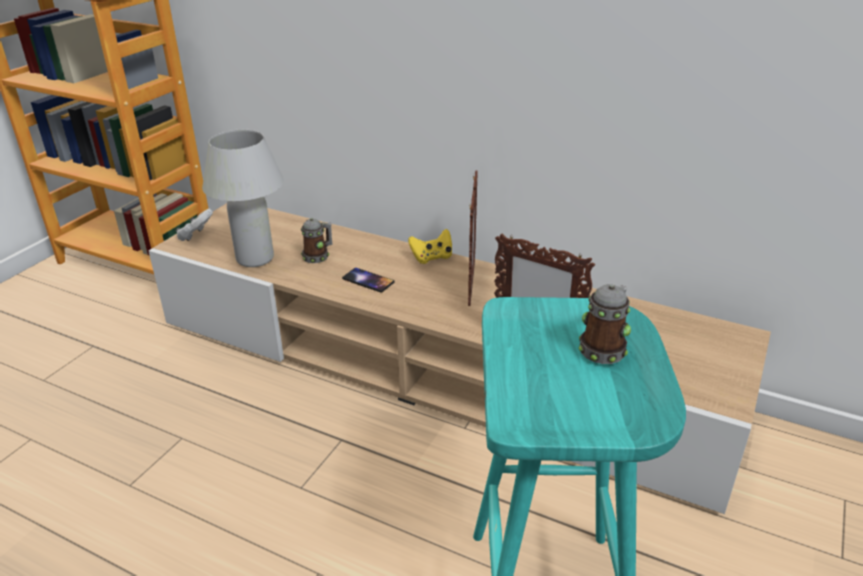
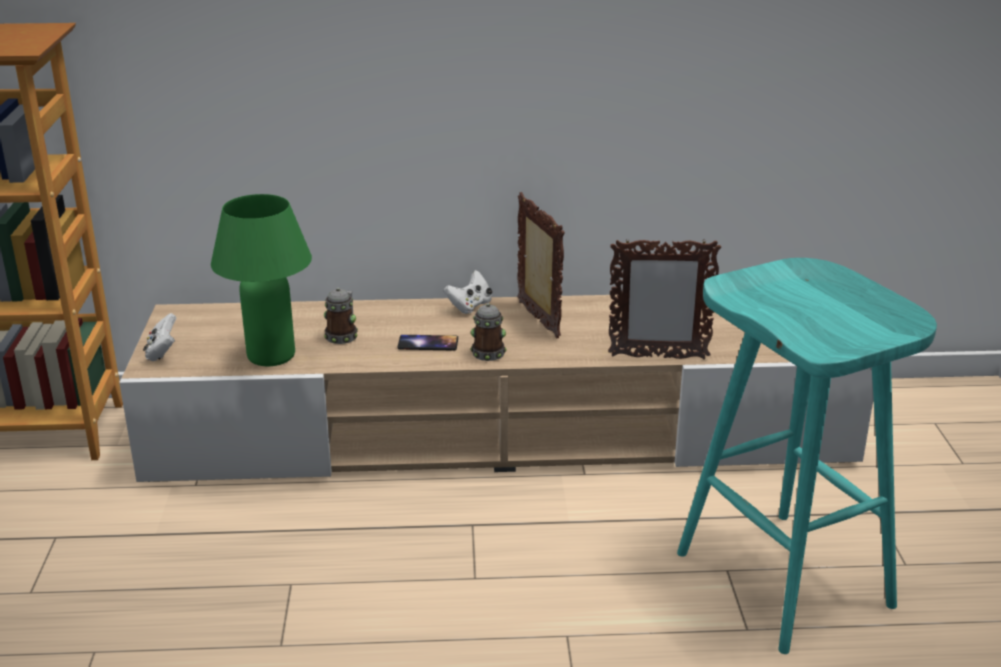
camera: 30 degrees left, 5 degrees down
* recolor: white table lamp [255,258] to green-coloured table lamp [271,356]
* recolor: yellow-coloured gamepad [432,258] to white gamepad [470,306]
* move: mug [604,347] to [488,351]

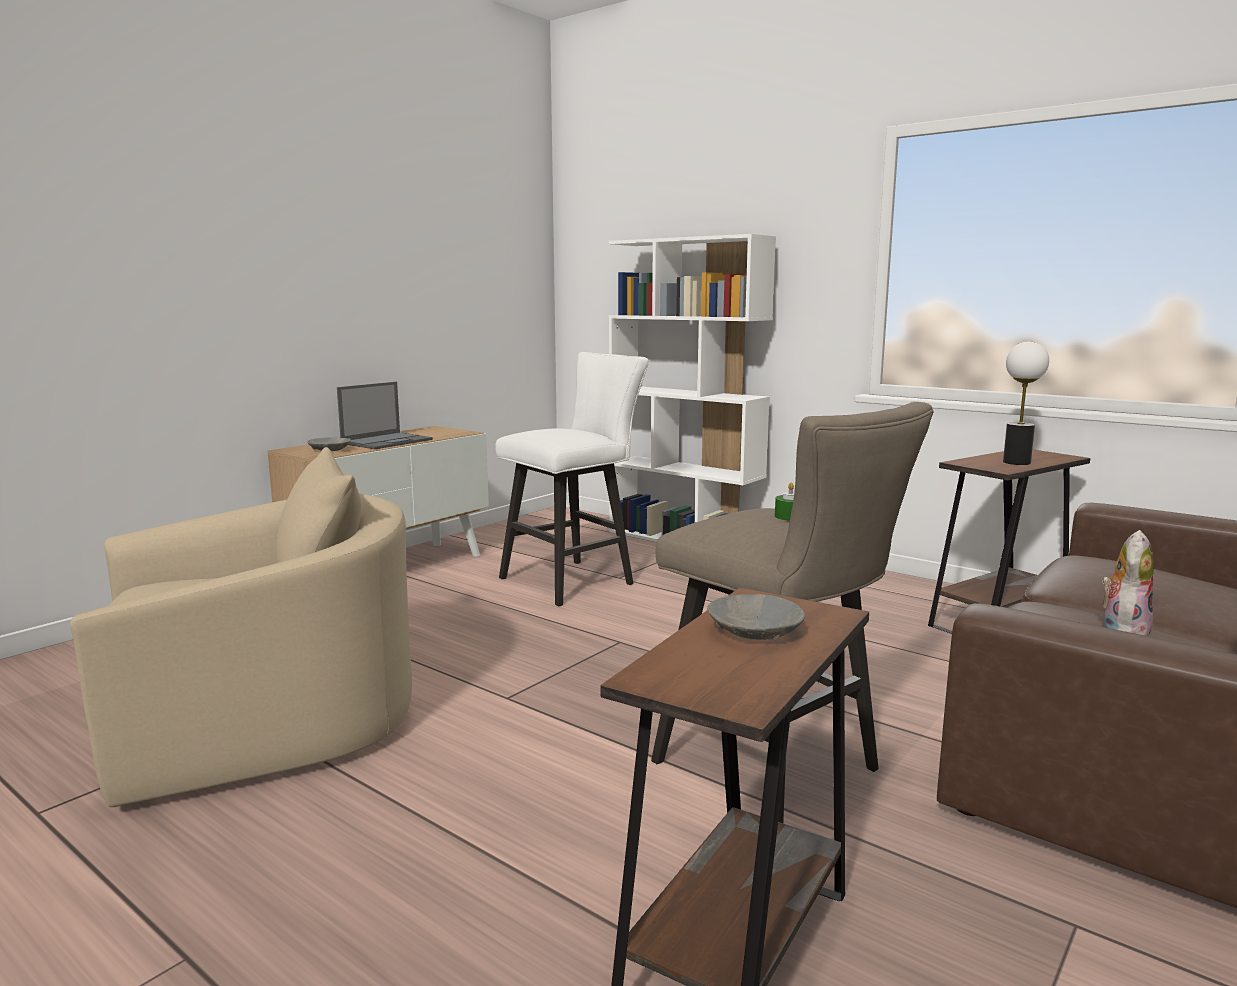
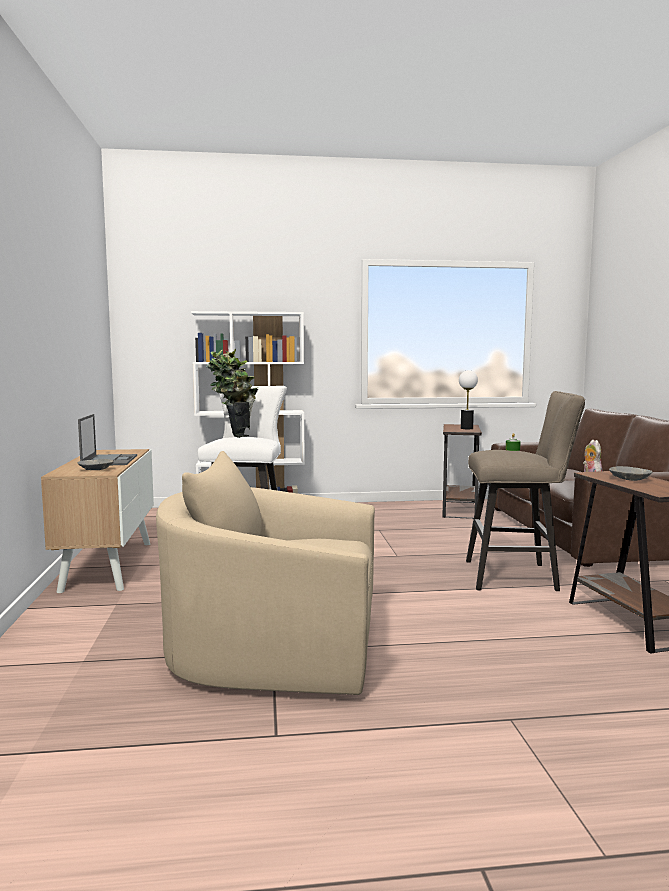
camera: 45 degrees left, 5 degrees down
* rotate: beige-coloured armchair [264,722] = [274,649] 105 degrees counterclockwise
* insert: plant in a pot [233,435]

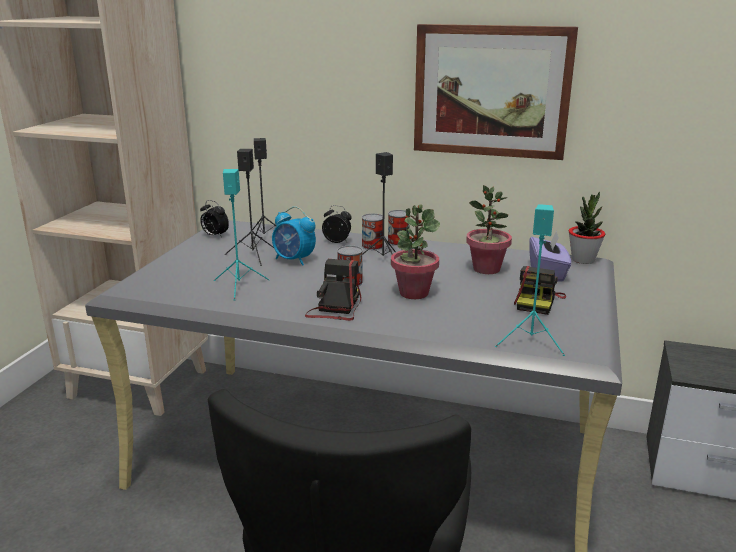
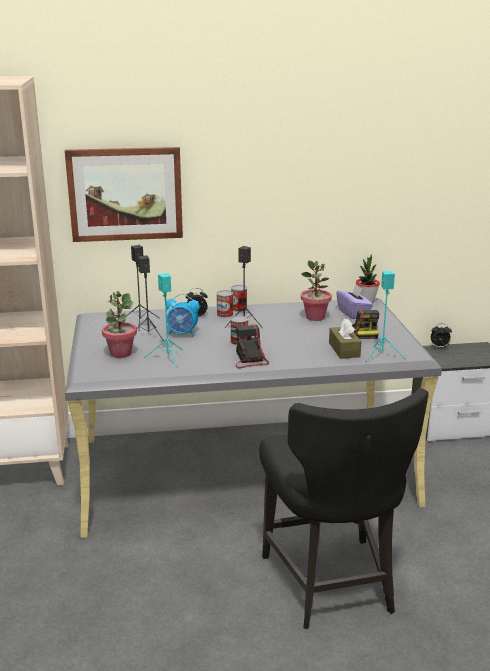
camera: 25 degrees left, 0 degrees up
* move: bedside clock [215,236] to [439,347]
* move: plant in a pot [413,293] to [120,353]
* move: wall picture [491,91] to [125,194]
* insert: brown-coloured tissue box [344,350]

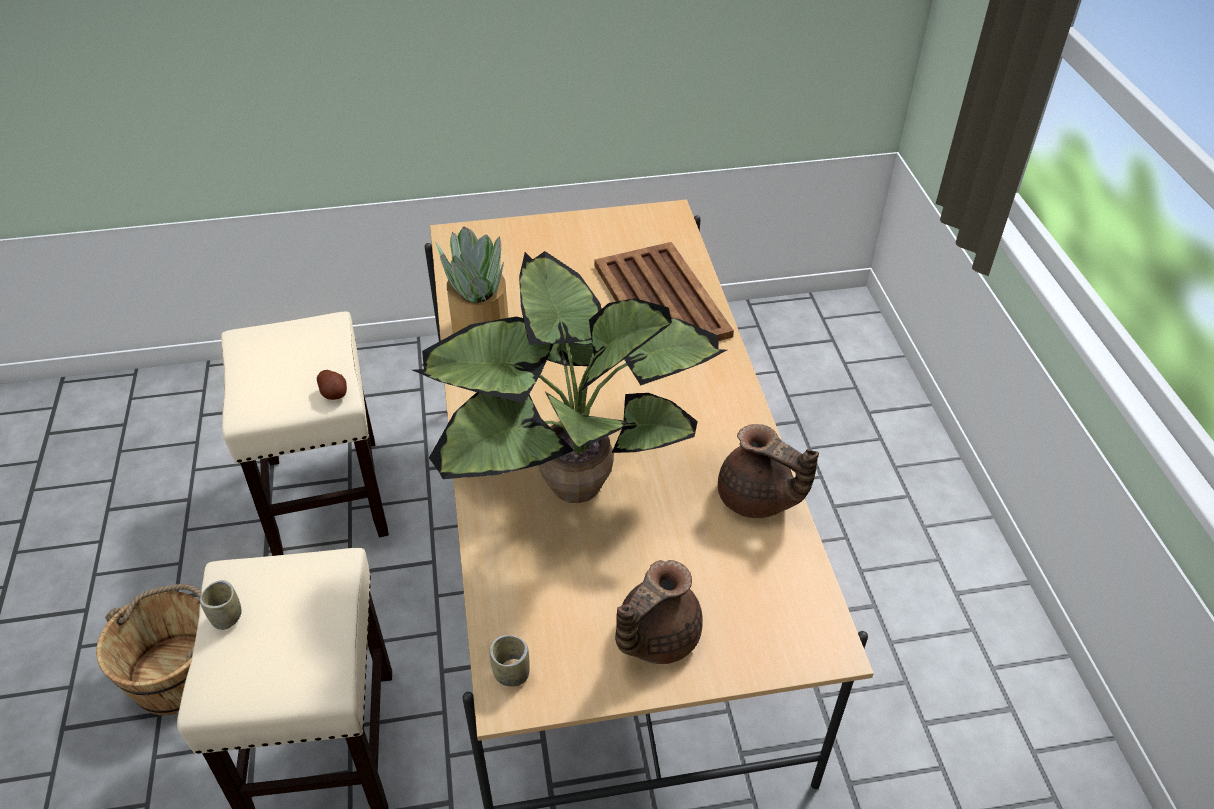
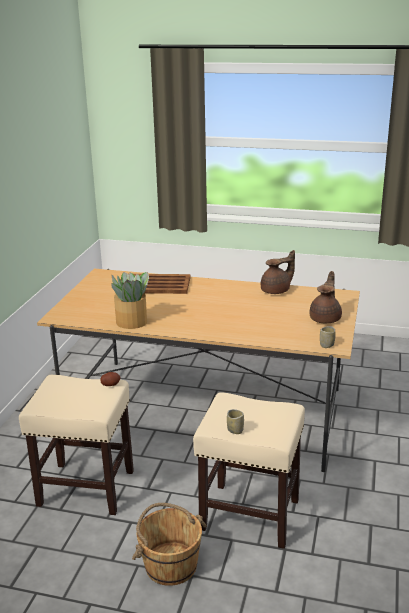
camera: 65 degrees left, 20 degrees down
* delete: plant in a pot [570,477]
* rotate: brown-coloured teapot [655,637] = [326,318] 135 degrees counterclockwise

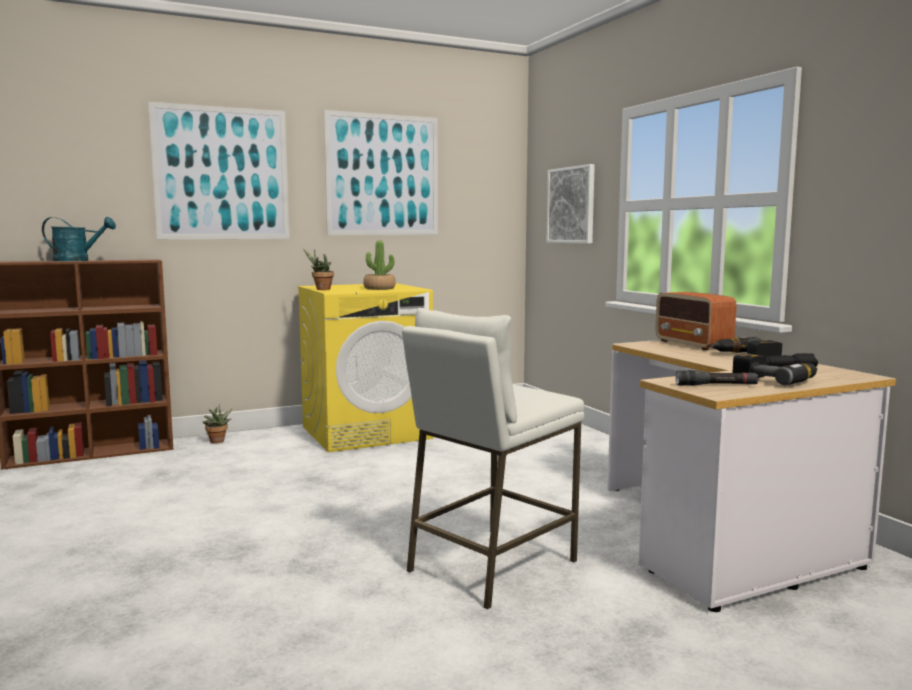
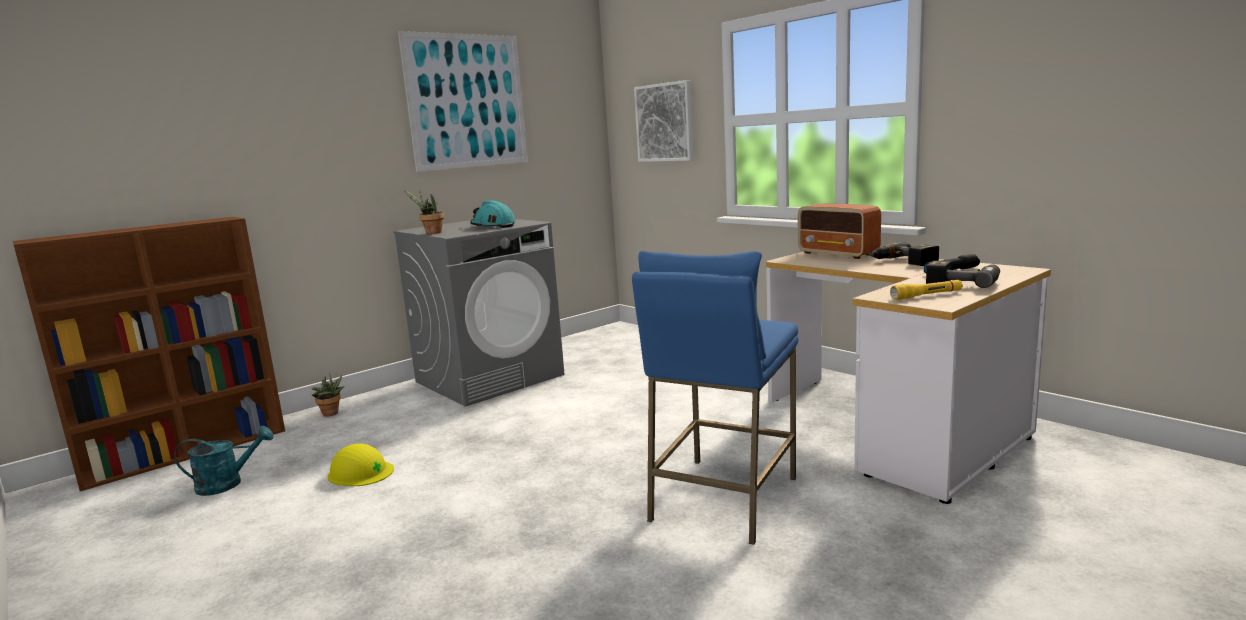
camera: 15 degrees left, 5 degrees up
* move: turquoise sprinkling can [78,260] to [228,484]
* delete: wall picture [222,173]
* recolor: yellow-coloured washing machine [367,432] to grey washing machine [490,378]
* replace: plant in a pot [379,288] to turquoise hard hat [493,226]
* recolor: white stool [491,566] to blue-coloured stool [723,499]
* recolor: black-coloured flashlight [716,385] to yellow-coloured flashlight [926,295]
* insert: yellow-coloured hard hat [360,472]

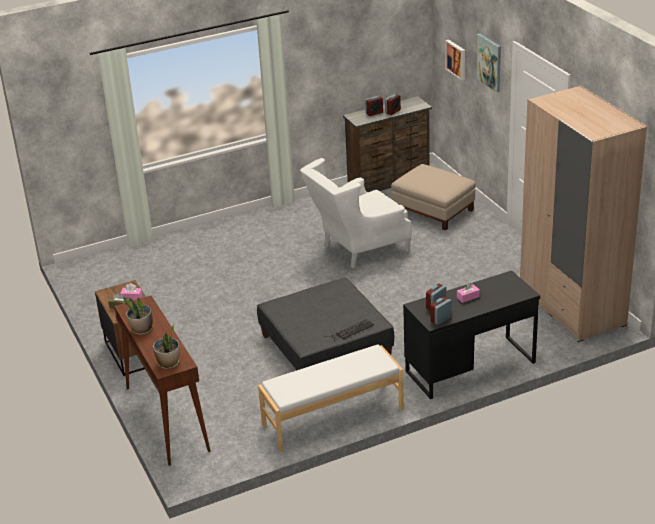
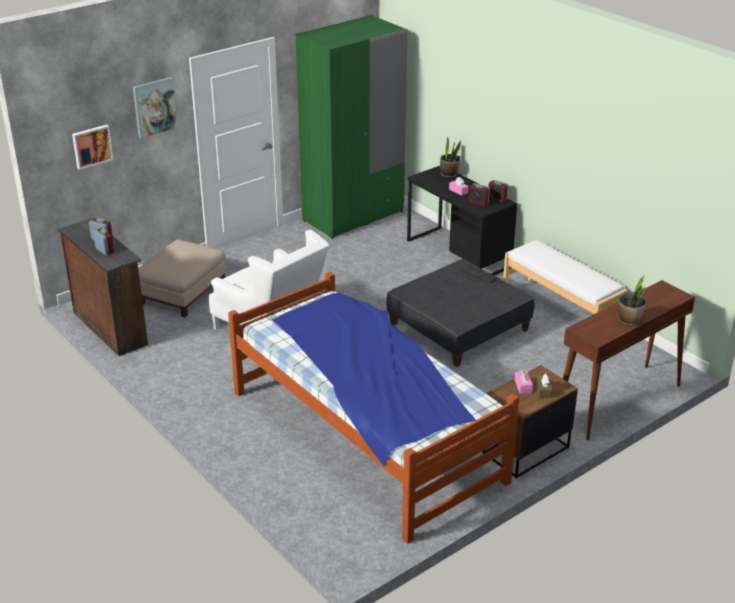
camera: 105 degrees left, 0 degrees up
* move: plant in a pot [168,364] to [449,174]
* recolor: beige-coloured clothes cupboard [572,308] to green-coloured clothes cupboard [353,216]
* insert: sleeping bed [366,434]

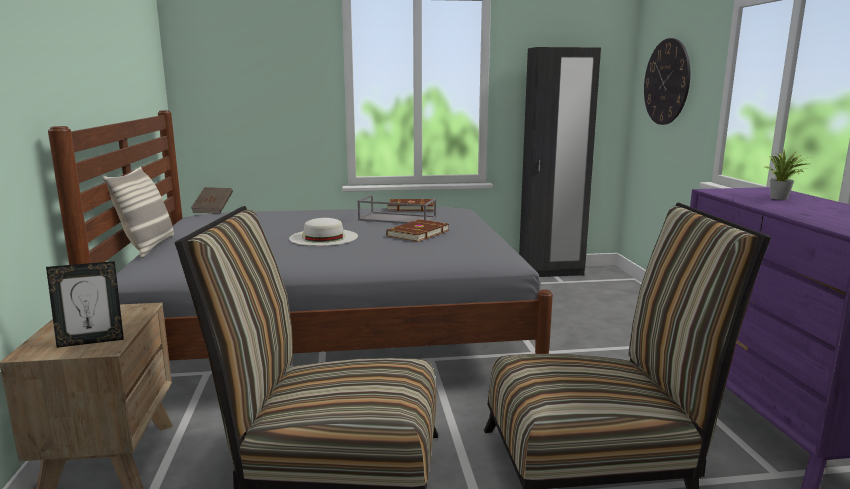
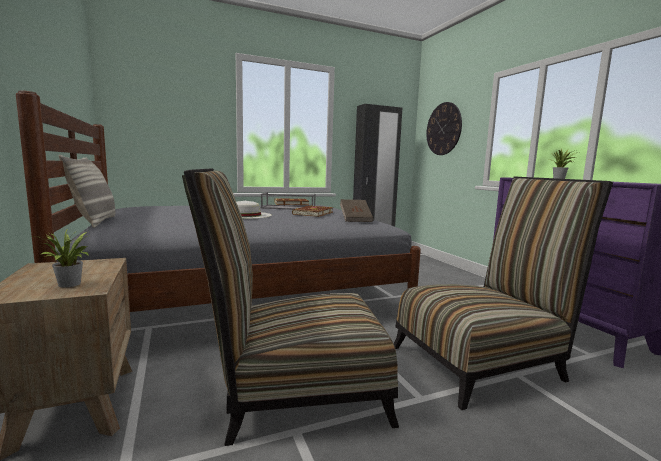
camera: 15 degrees left, 5 degrees down
* replace: picture frame [91,341] to plant in a pot [69,285]
* move: brown-coloured book [213,210] to [355,219]

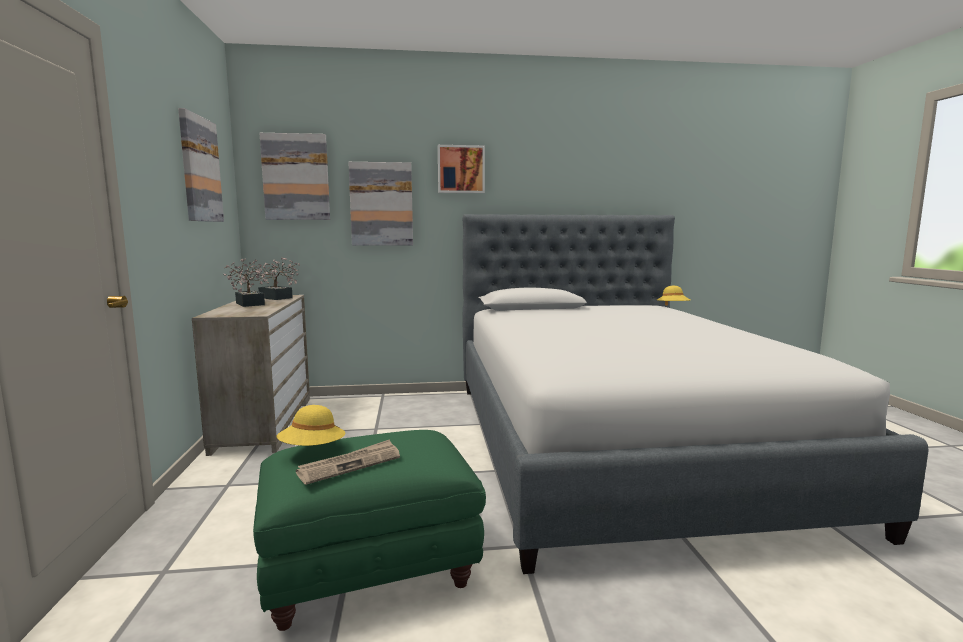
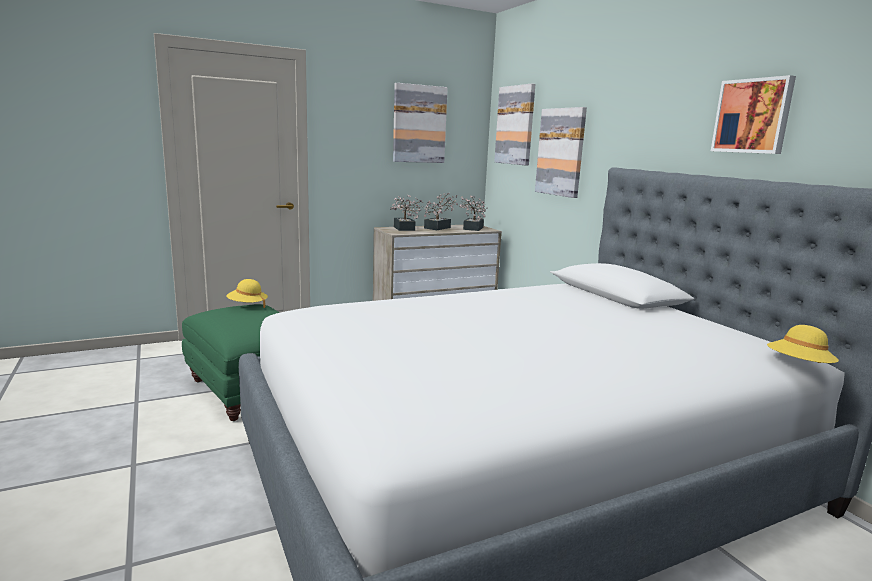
camera: 70 degrees right, 5 degrees up
* delete: printed paper [350,464]
* move: wall picture [461,169] to [753,116]
* insert: plant in a pot [404,229]

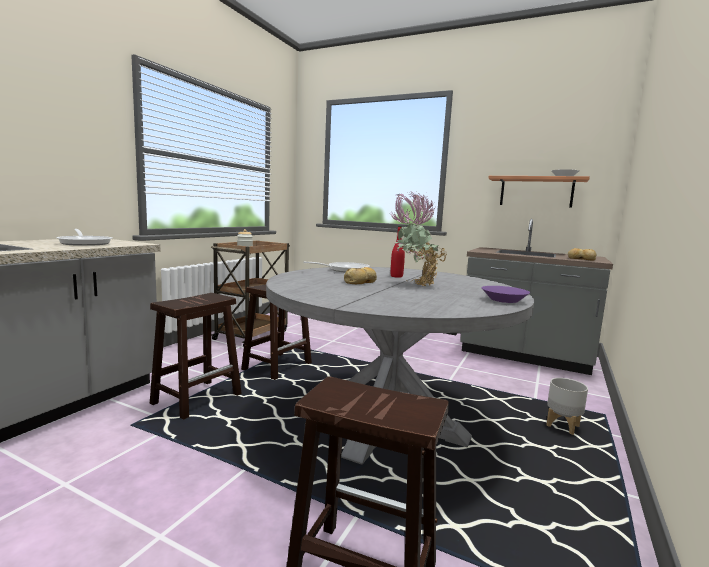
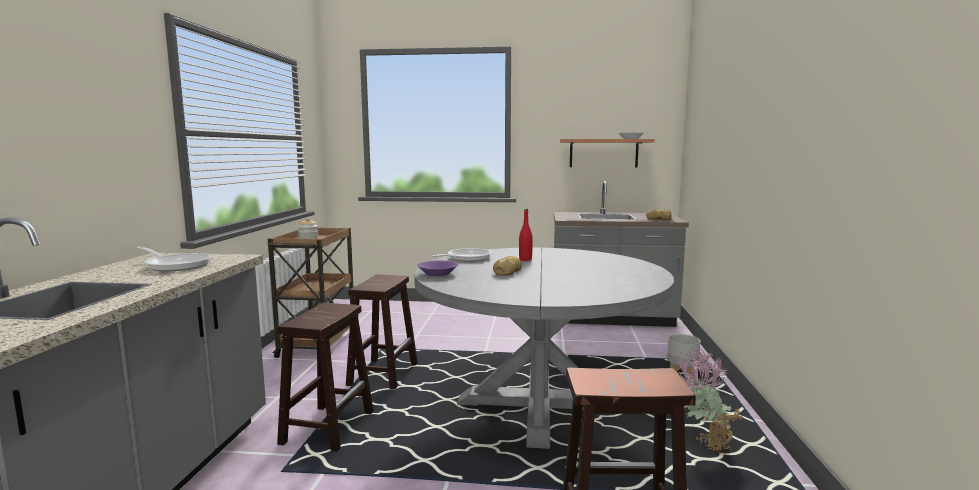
camera: 20 degrees left, 0 degrees up
* move: plant in a pot [414,284] to [703,447]
* move: purplish serving bowl [505,300] to [438,274]

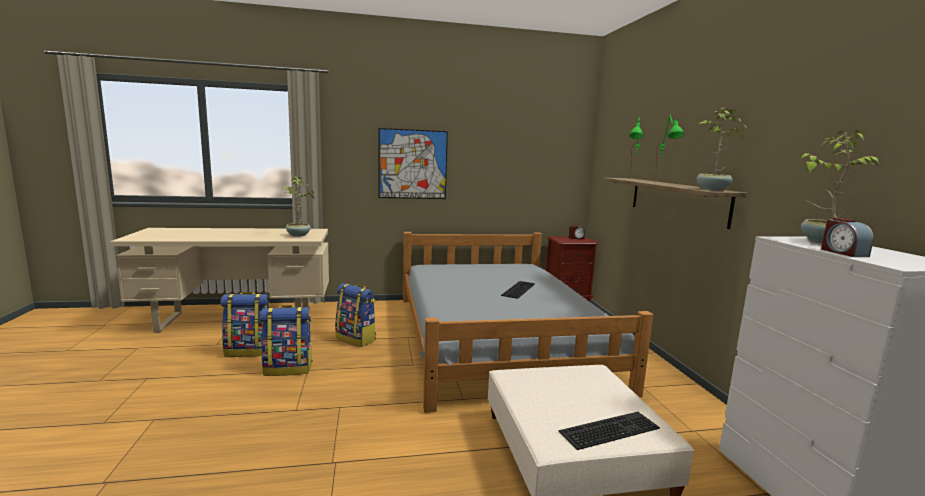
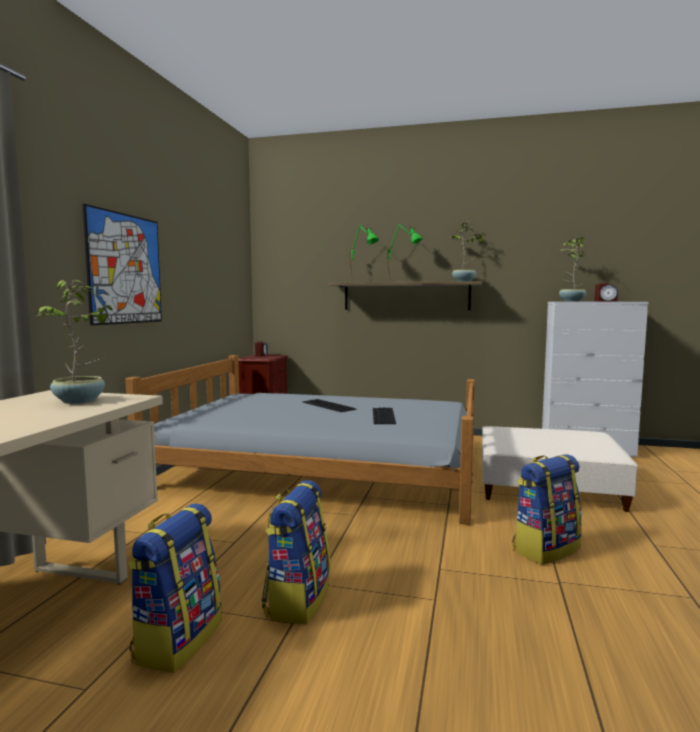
camera: 65 degrees left, 5 degrees down
* move: rucksack [356,339] to [545,549]
* move: computer keyboard [609,428] to [382,415]

